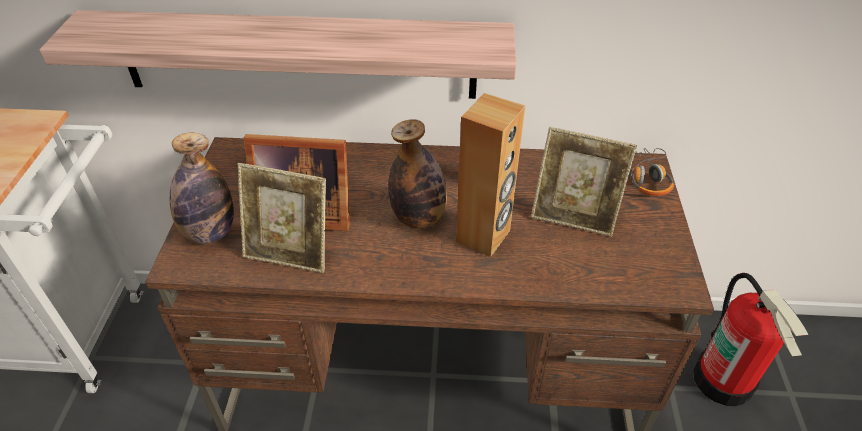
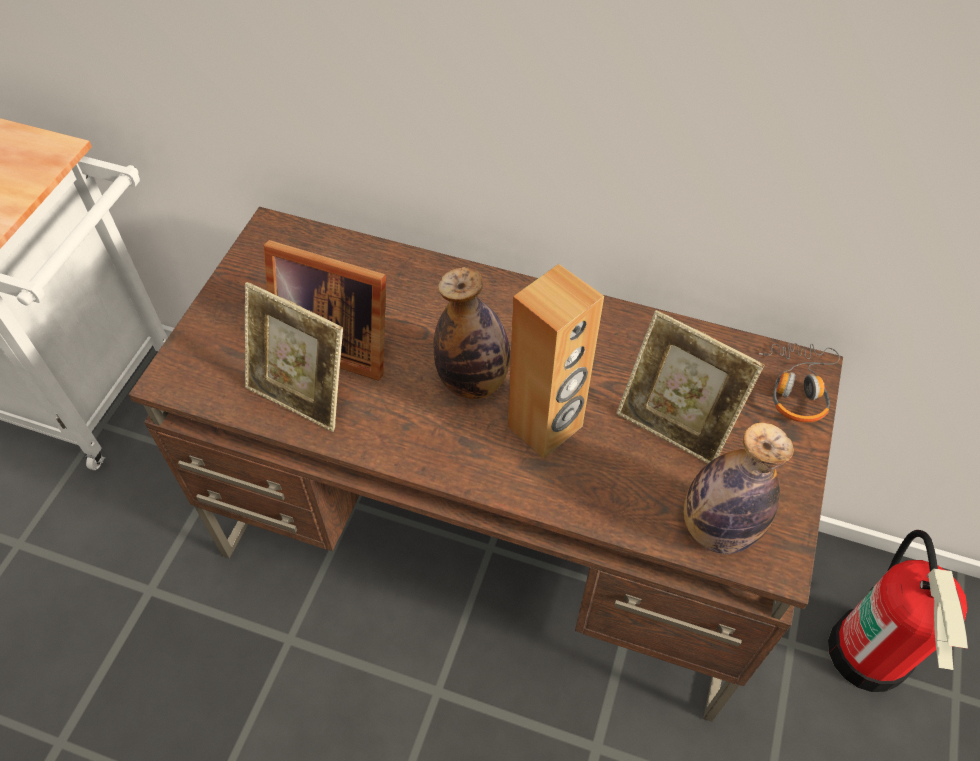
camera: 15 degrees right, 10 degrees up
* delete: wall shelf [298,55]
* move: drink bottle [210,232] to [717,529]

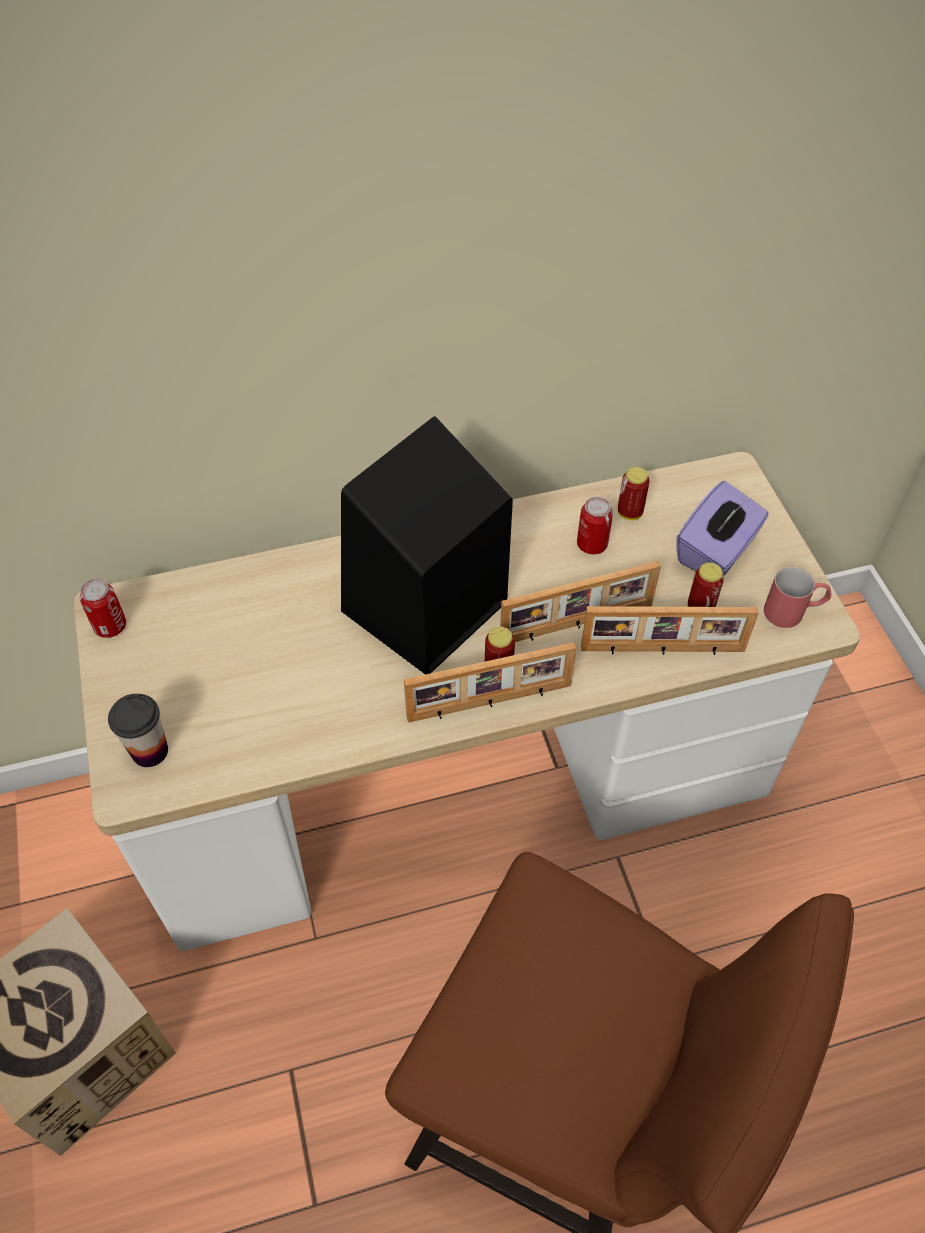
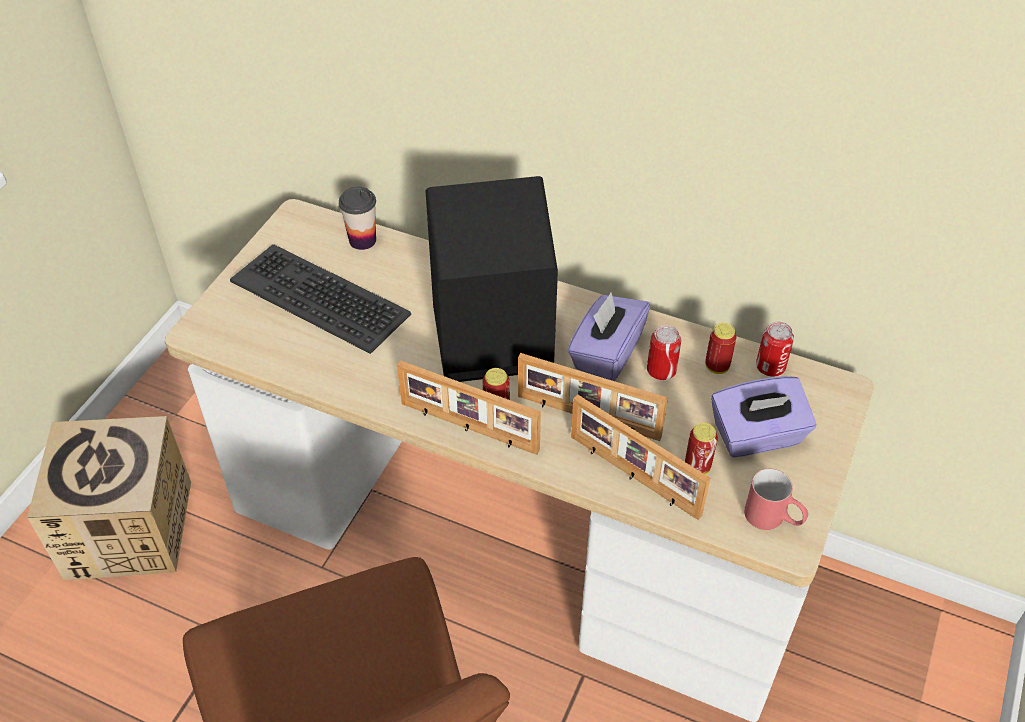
camera: 40 degrees right, 5 degrees down
* move: can [110,626] to [770,367]
* move: drinking cup [150,751] to [362,240]
* insert: computer keyboard [321,297]
* insert: purplish tissue box [606,353]

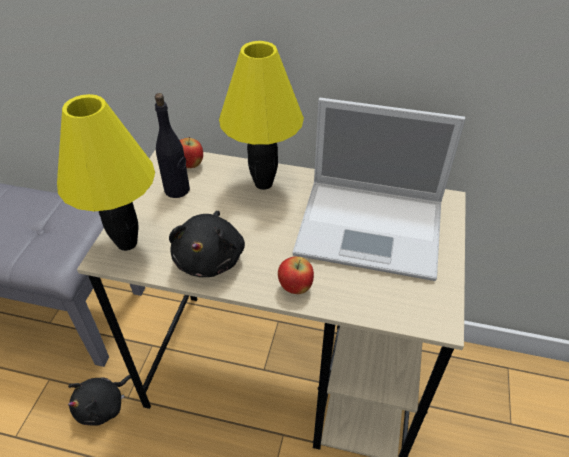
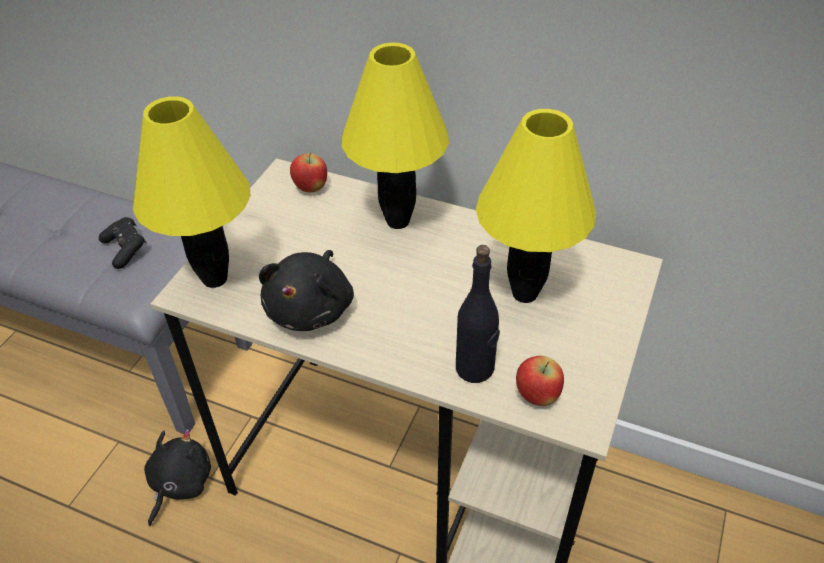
camera: 10 degrees right, 0 degrees up
* rotate: black-coloured cuddly toy [103,406] = [179,484] 150 degrees clockwise
* move: black-coloured drink bottle [177,190] to [475,368]
* move: apple fruit [295,287] to [537,396]
* replace: laptop [373,228] to yellow-coloured table lamp [526,293]
* insert: black-coloured gamepad [126,249]

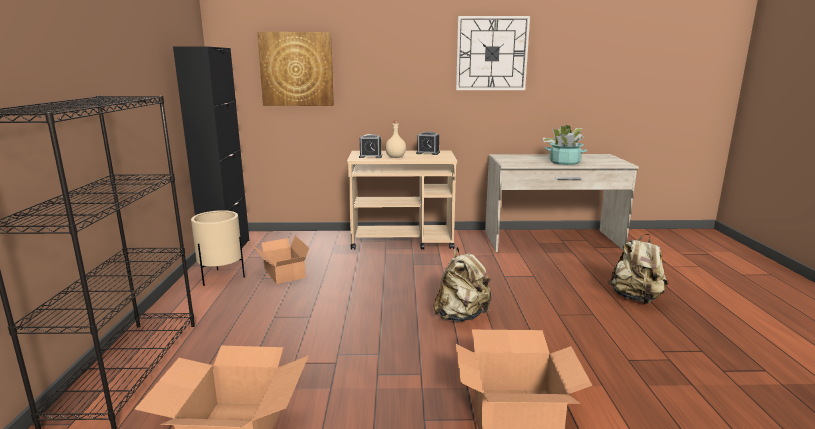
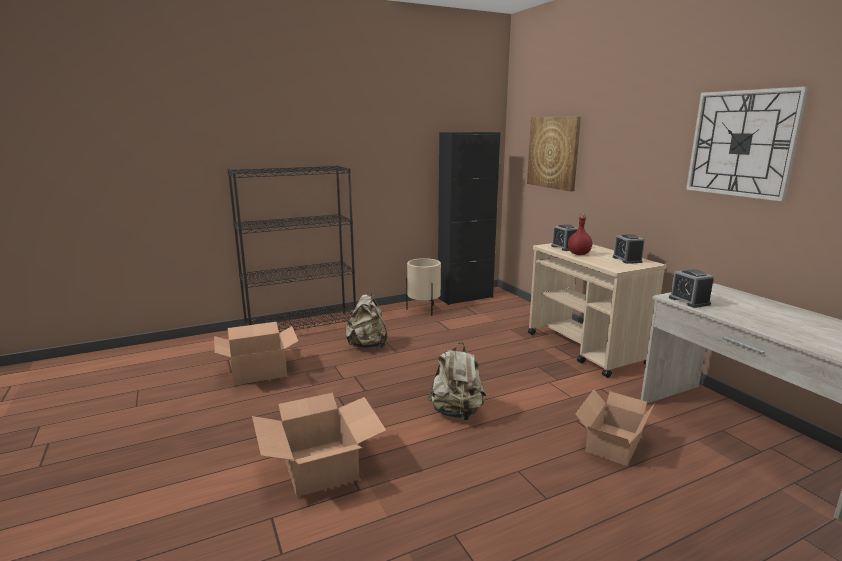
camera: 65 degrees right, 0 degrees up
* move: cardboard box [282,274] to [610,443]
* recolor: beige-coloured drink bottle [396,157] to red-coloured drink bottle [579,254]
* delete: plant in a pot [564,162]
* move: beige-coloured rucksack [635,298] to [367,345]
* insert: bedside clock [689,301]

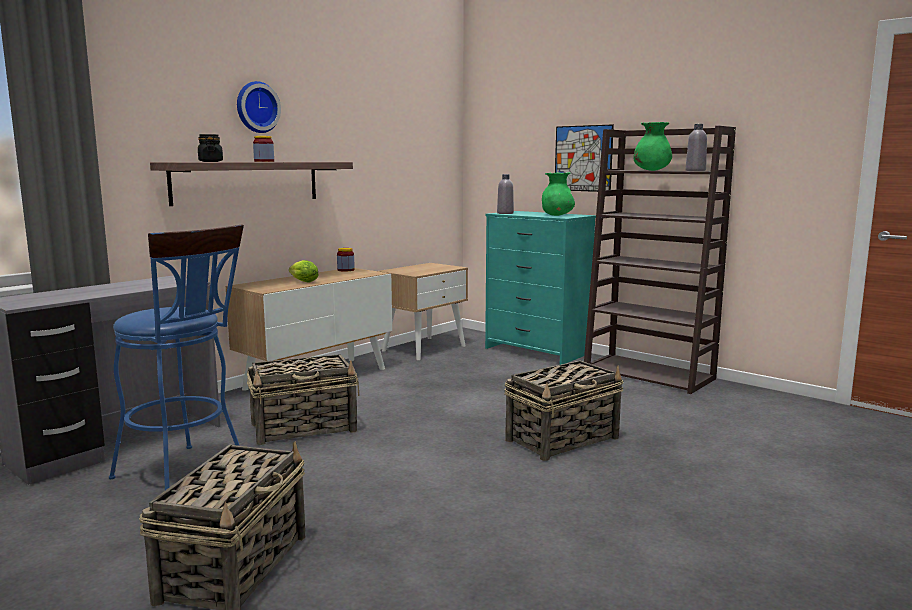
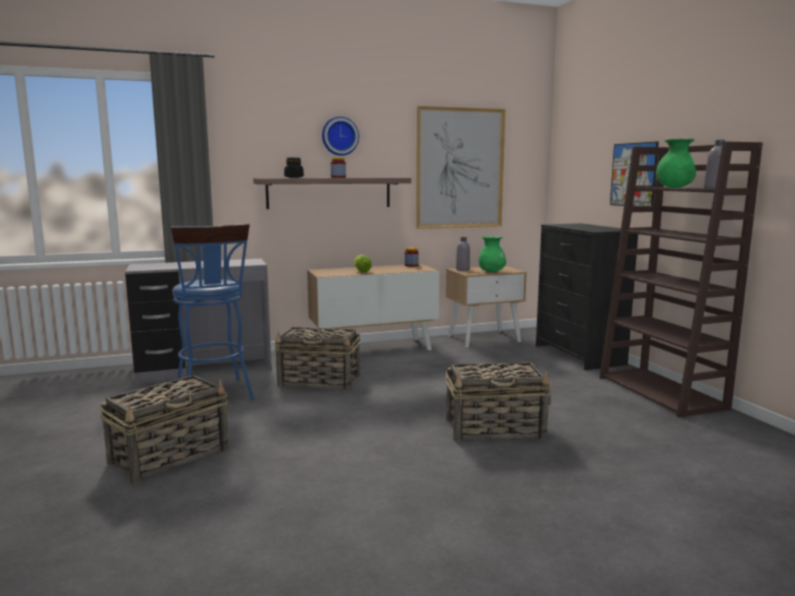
camera: 30 degrees right, 0 degrees up
* recolor: turquoise dresser [536,351] to black-coloured dresser [578,355]
* move: grey drink bottle [505,213] to [462,269]
* move: green-coloured decorative vase [557,215] to [491,271]
* insert: wall picture [460,168]

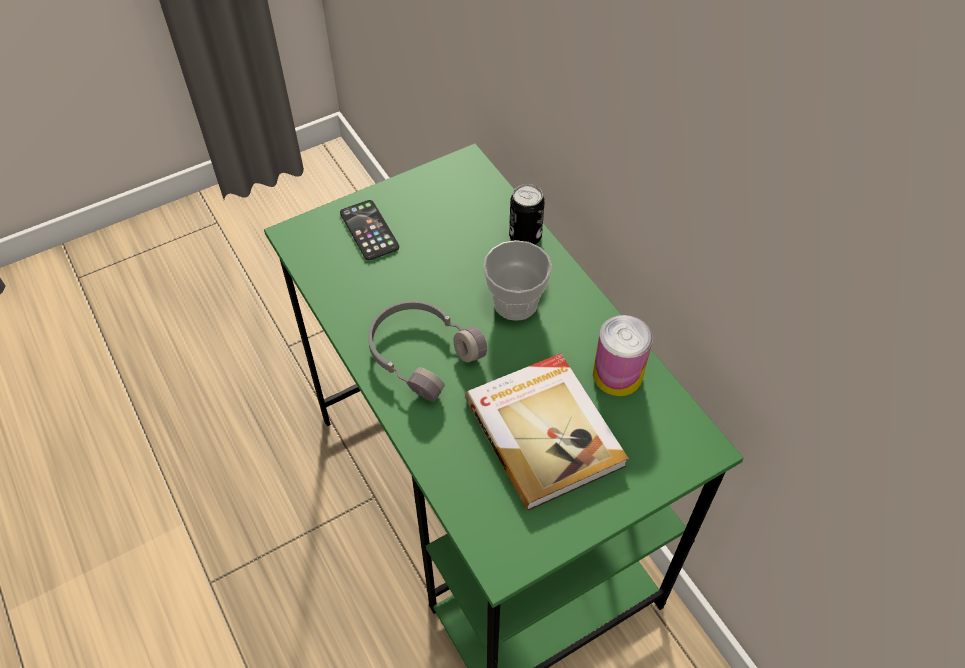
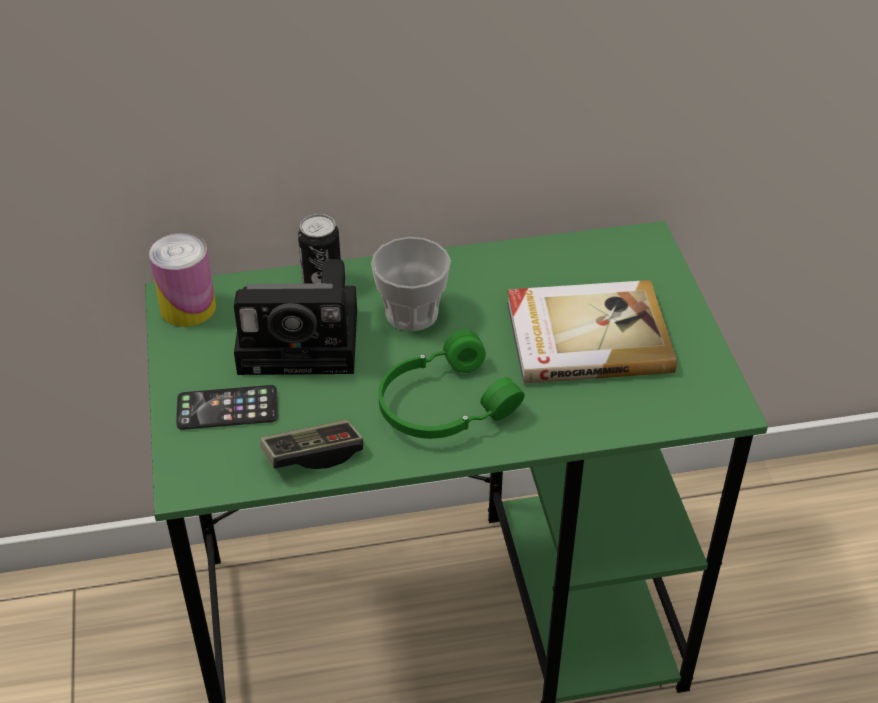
camera: 70 degrees left, 10 degrees down
* recolor: grey pair of headphones [422,353] to green-coloured pair of headphones [443,404]
* move: can [617,375] to [188,308]
* insert: still camera [305,340]
* insert: gamepad [312,455]

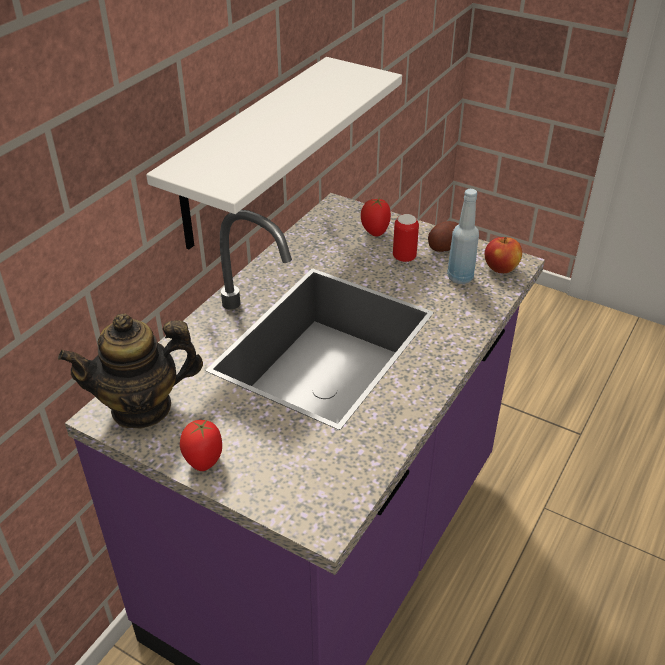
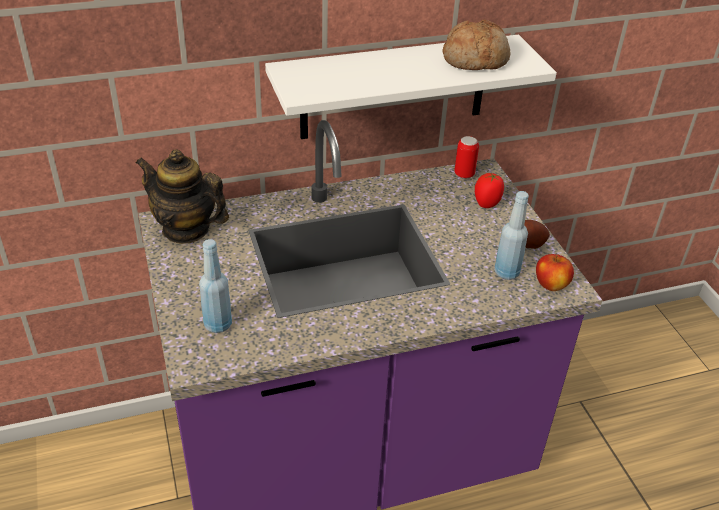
camera: 40 degrees right, 0 degrees up
* delete: fresh tomato [204,460]
* move: can [404,257] to [464,174]
* insert: blue-coloured drink bottle [218,324]
* insert: bakery bread [475,59]

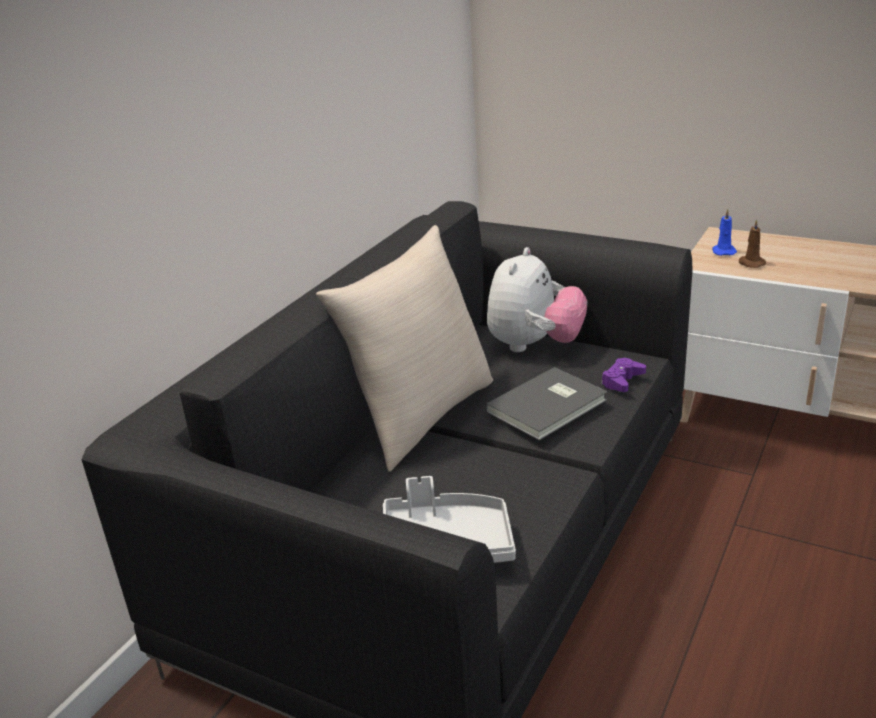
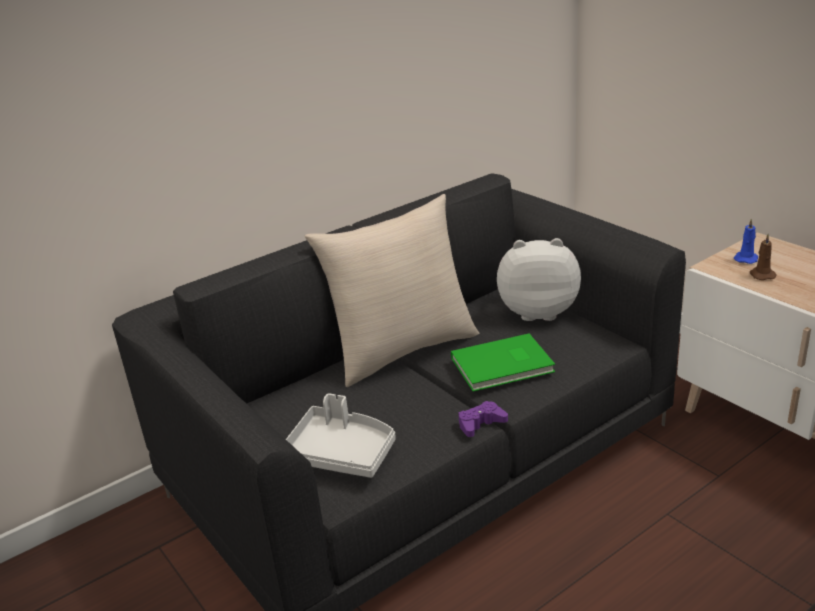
camera: 25 degrees right, 0 degrees up
* recolor: grey book [550,406] to green-coloured book [504,366]
* rotate: cuddly toy [534,346] = [537,312] 135 degrees counterclockwise
* move: purplish gamepad [622,380] to [481,424]

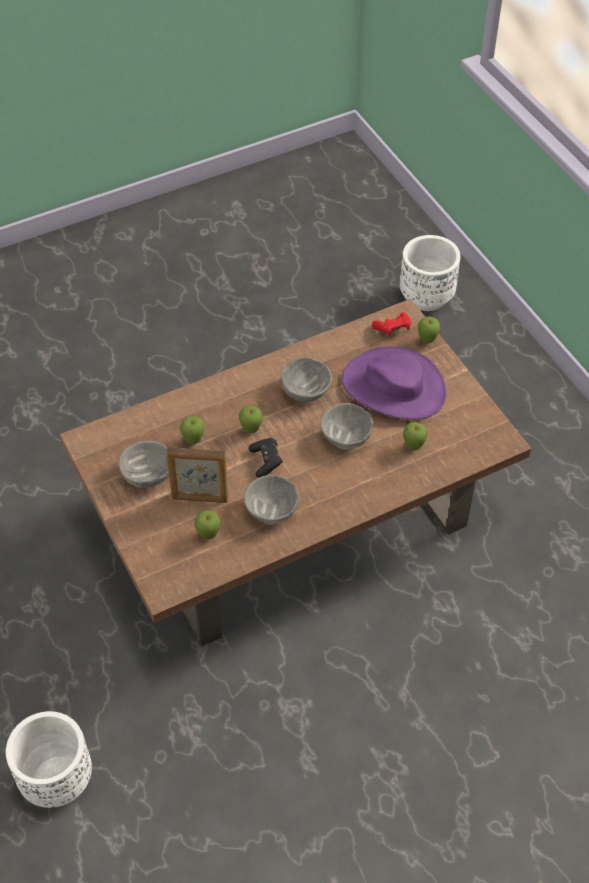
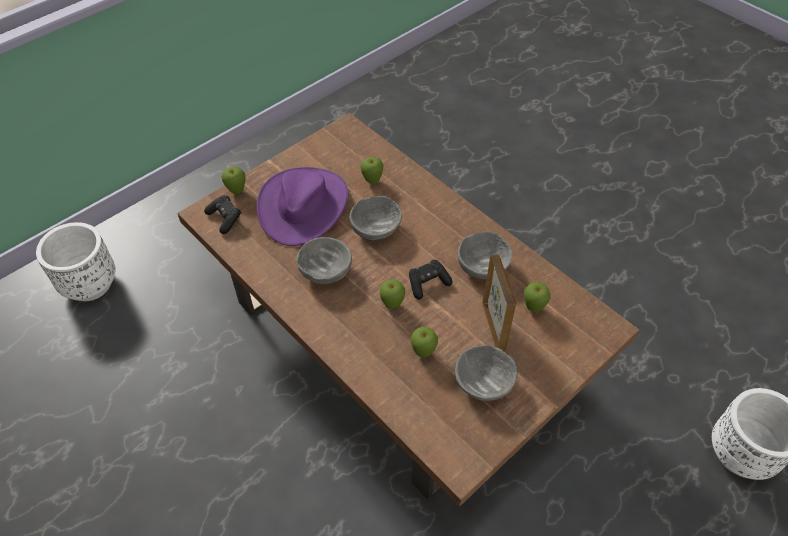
camera: 105 degrees left, 0 degrees up
* recolor: red-coloured gamepad [392,329] to black-coloured gamepad [225,218]

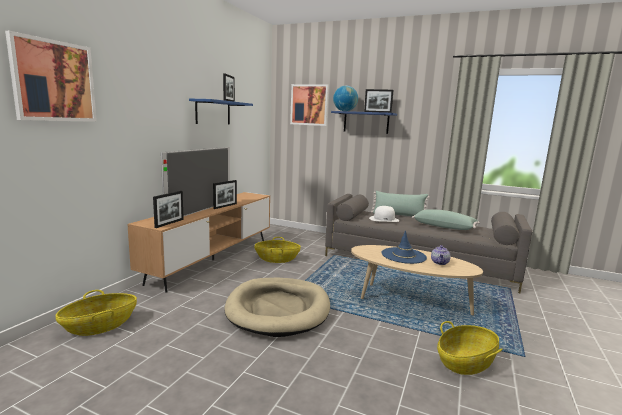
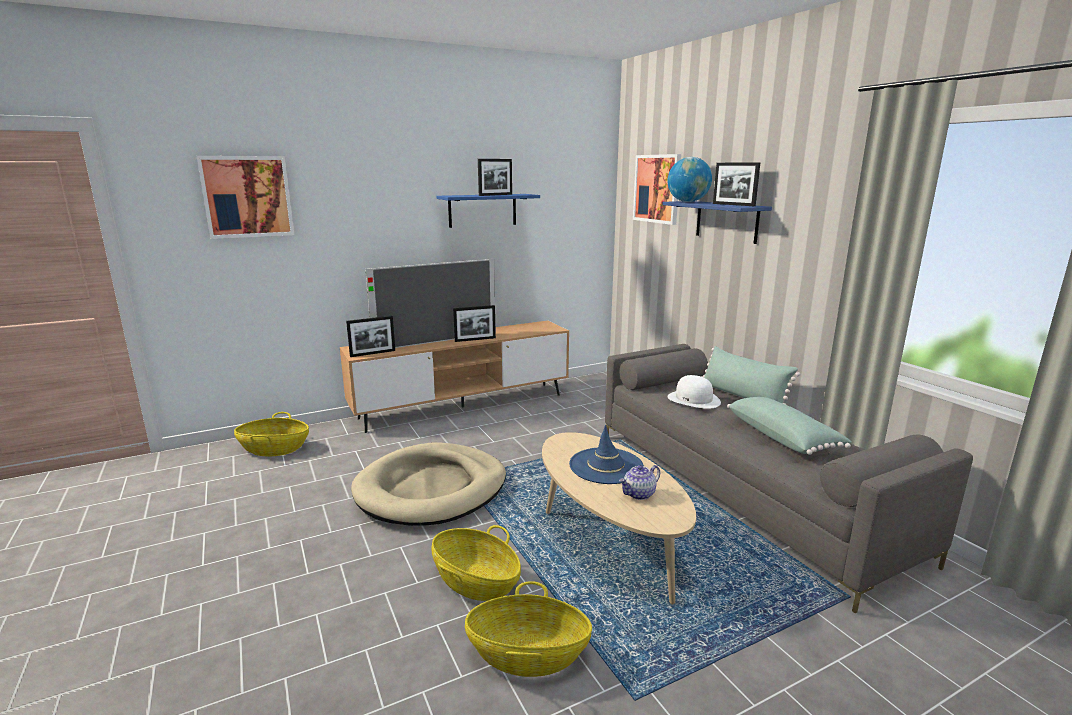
camera: 40 degrees right, 5 degrees up
* move: storage basket [277,259] to [475,582]

